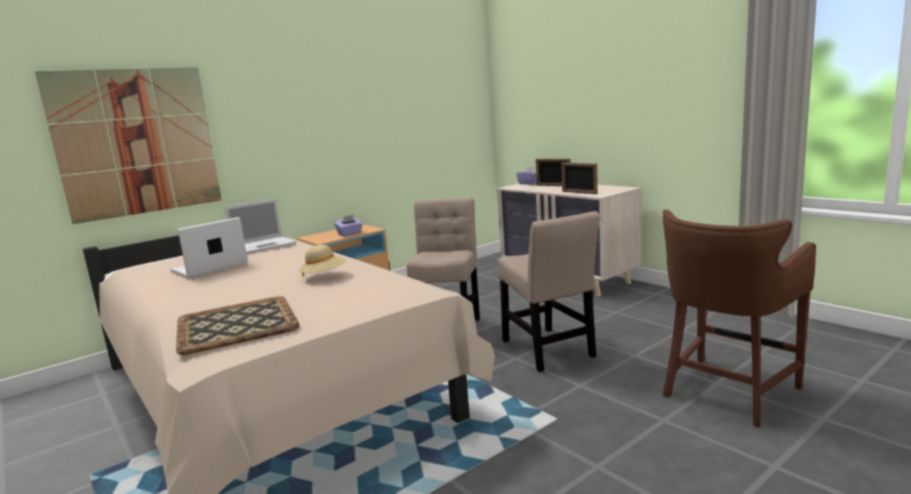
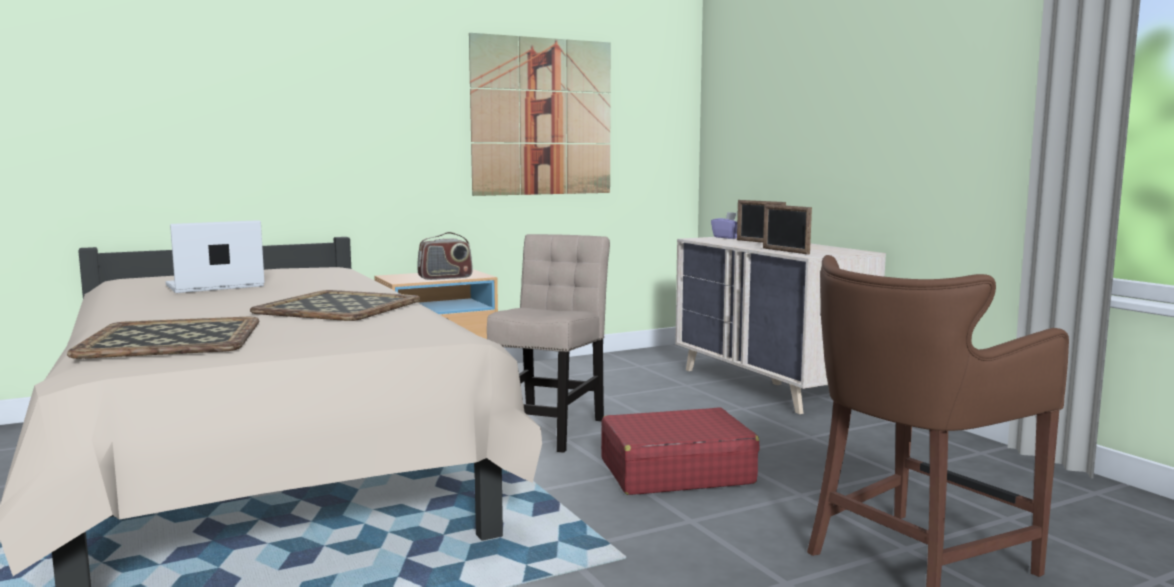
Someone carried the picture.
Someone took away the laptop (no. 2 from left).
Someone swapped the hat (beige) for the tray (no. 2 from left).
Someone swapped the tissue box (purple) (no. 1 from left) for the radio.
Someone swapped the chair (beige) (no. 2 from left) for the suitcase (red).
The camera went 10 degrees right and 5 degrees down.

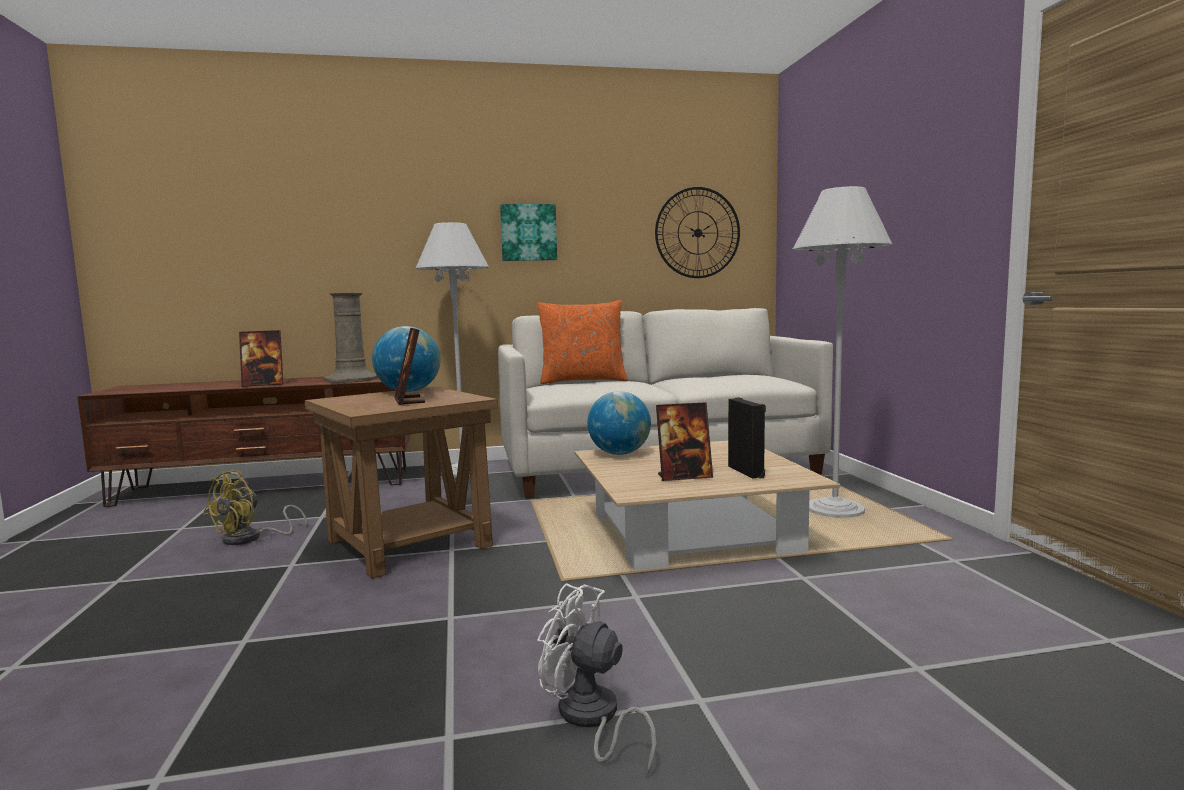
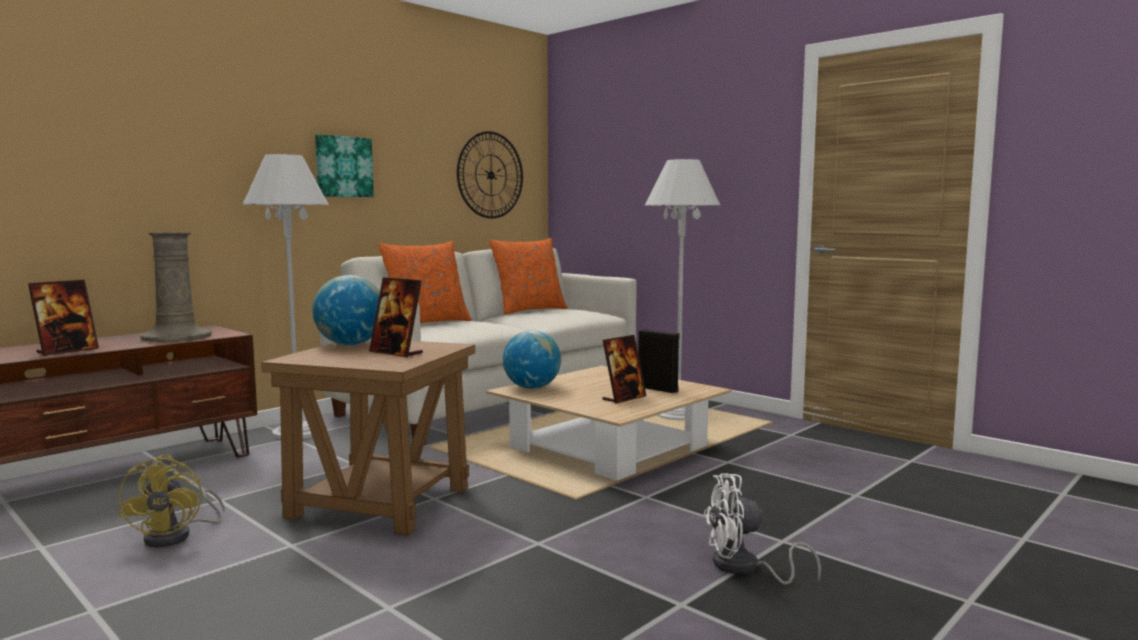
Someone put down the pillow (orange) (no. 2 from left).
The camera went 35 degrees left and 0 degrees up.

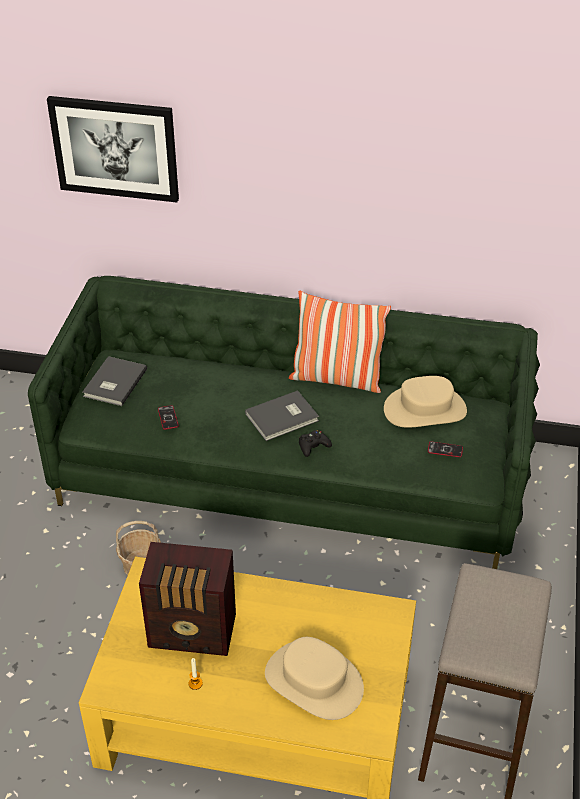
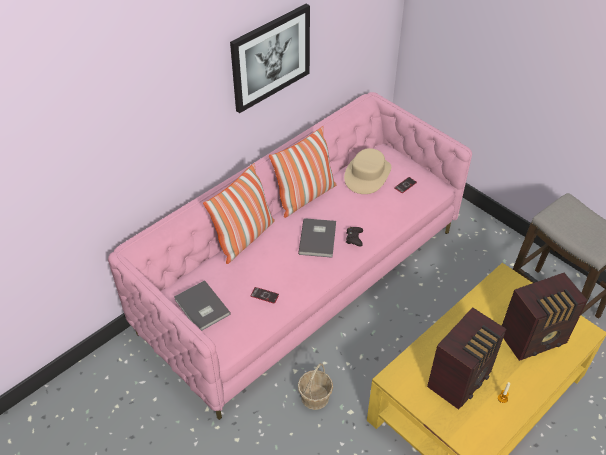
Someone repainted the sofa (green), which became the sofa (pink).
Someone carried the picture.
Someone swapped the hat (beige) (no. 1 from left) for the radio (no. 2 from left).
Someone put down the pillow (no. 1 from left).
The camera went 55 degrees left and 5 degrees up.

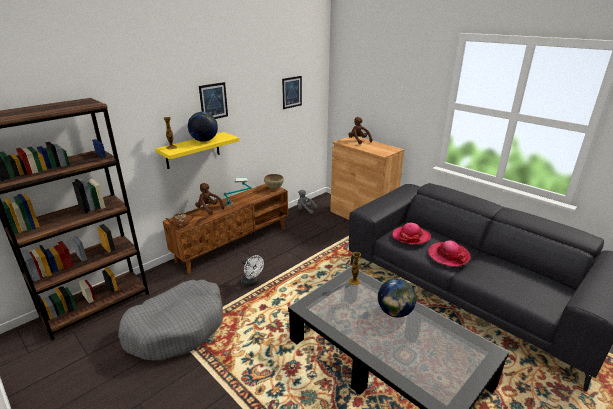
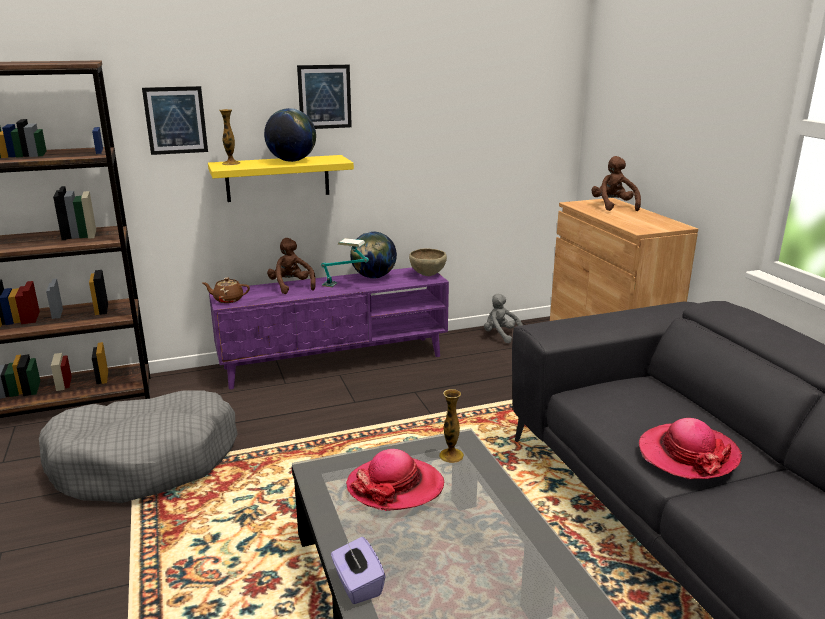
Someone repainted the tv stand (brown), which became the tv stand (purple).
Someone took away the fan (white).
Someone carried the picture (no. 2 from left in the first image).
Someone carried the globe (no. 2 from left).
Someone carried the hat (no. 1 from left).
Someone put down the tissue box (purple).
The camera went 25 degrees right and 5 degrees down.

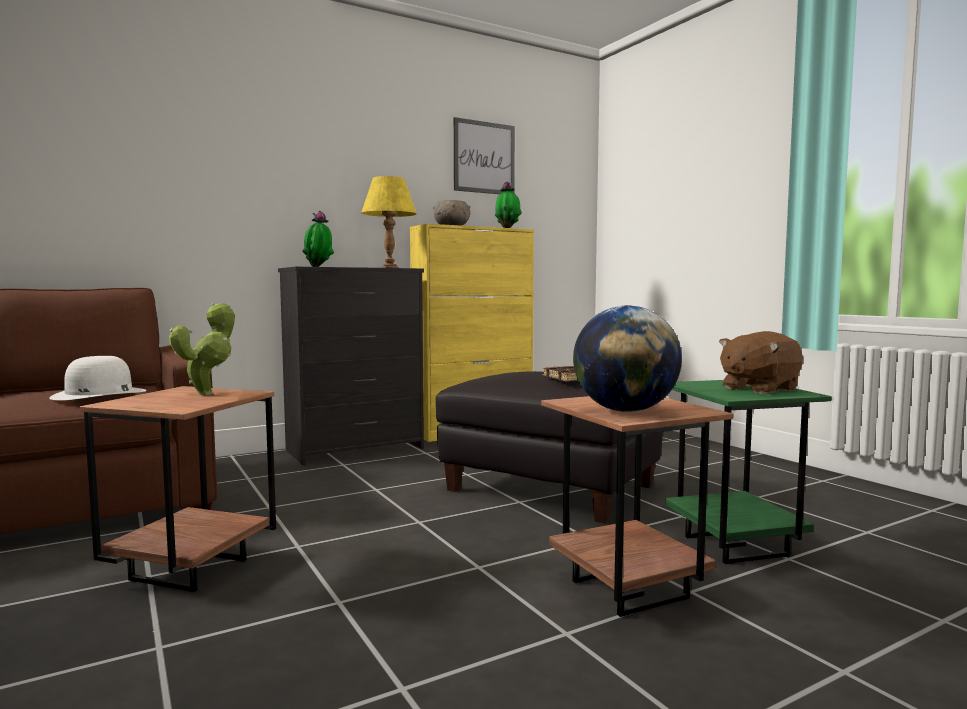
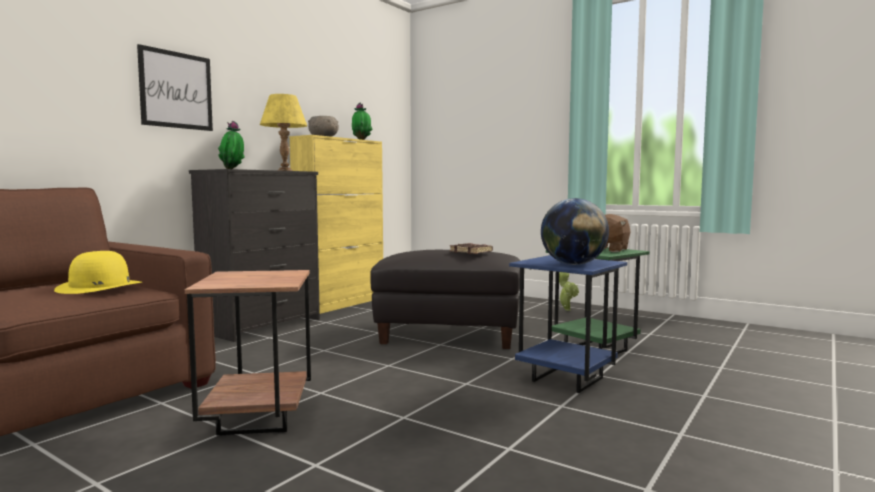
Someone repainted the hat (white), which became the hat (yellow).
Someone carried the potted plant (no. 1 from left in the first image).
Someone carried the picture.
Someone repainted the side table (brown) (no. 2 from left), which became the side table (blue).
The camera went 25 degrees left and 0 degrees up.

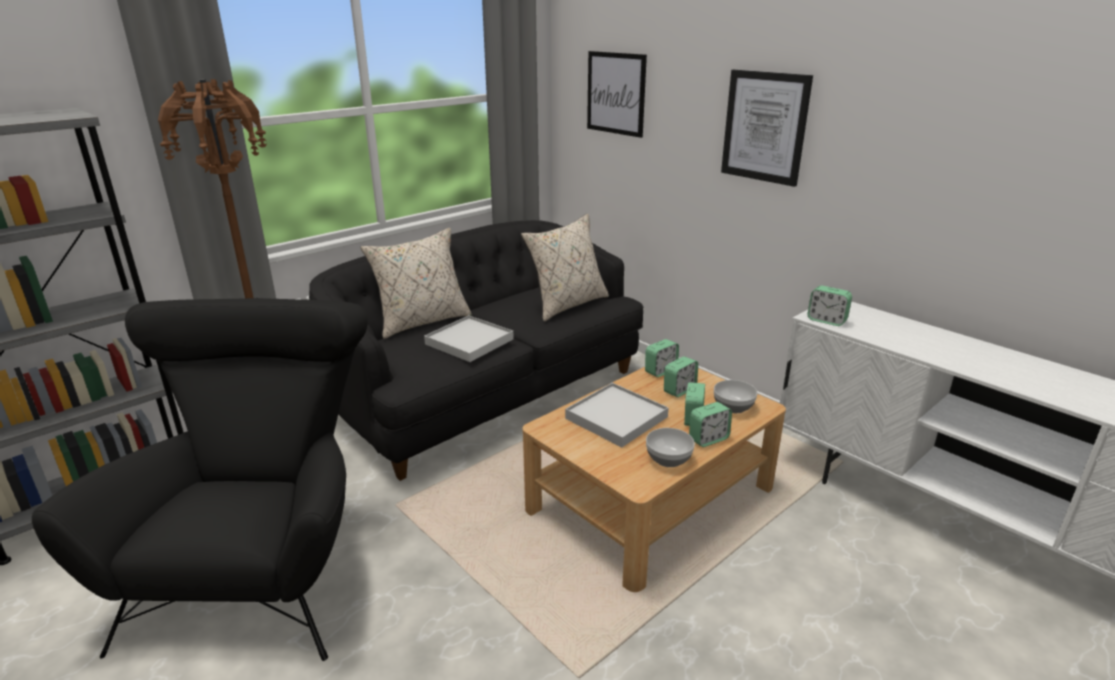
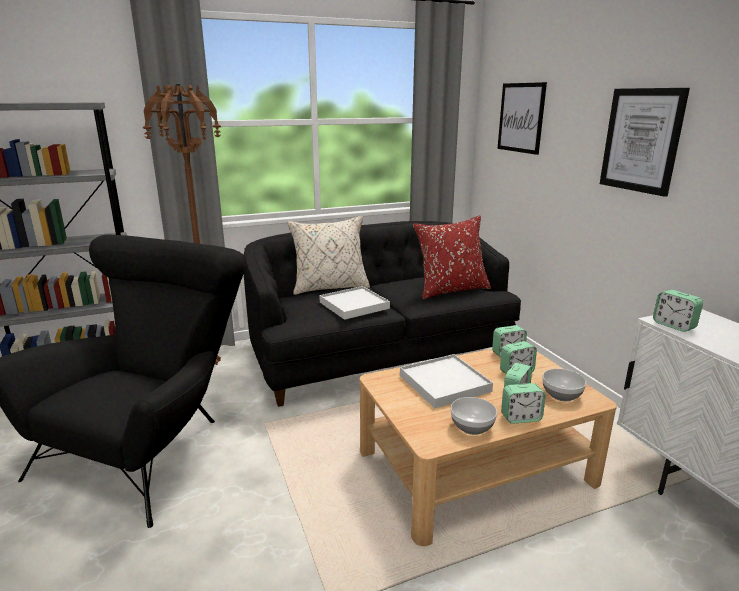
Someone repainted the pillow (beige) (no. 2 from left), which became the pillow (red).
The camera went 20 degrees right and 5 degrees down.

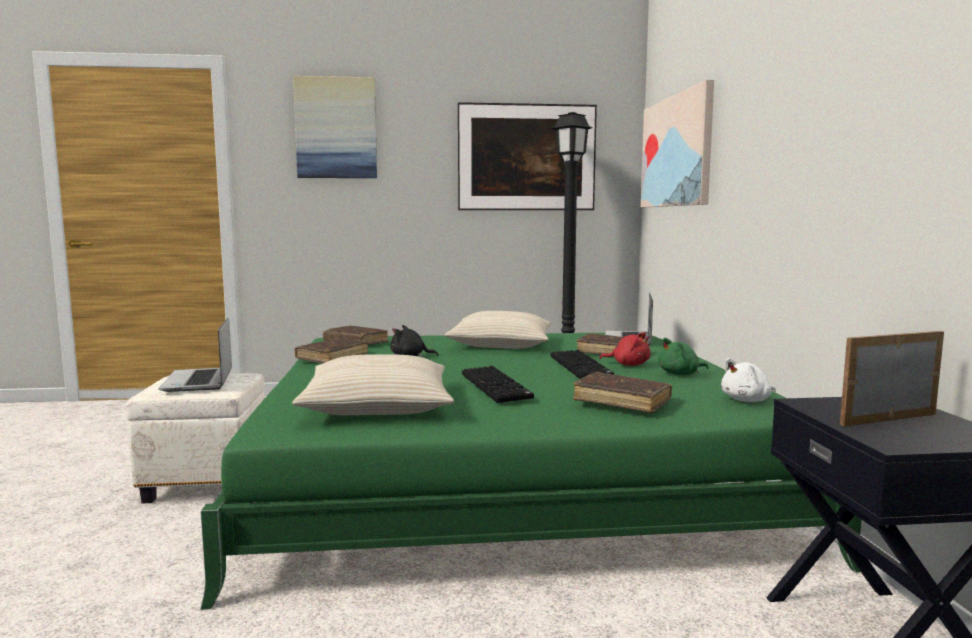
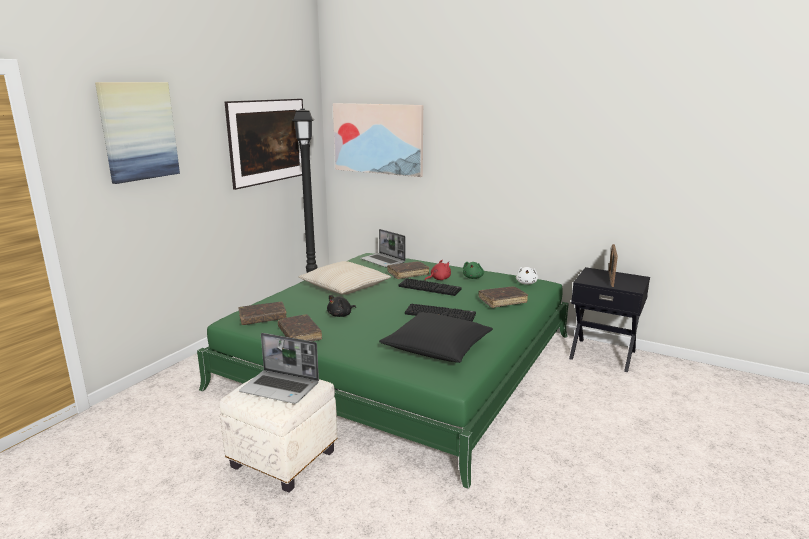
Someone repainted the pillow (beige) (no. 1 from left), which became the pillow (black).
The camera went 55 degrees left and 10 degrees up.

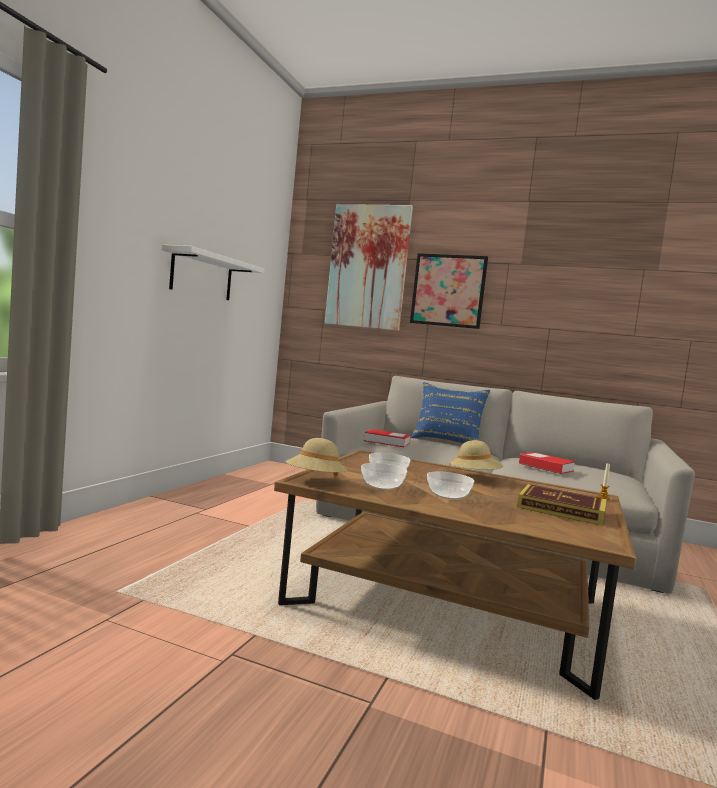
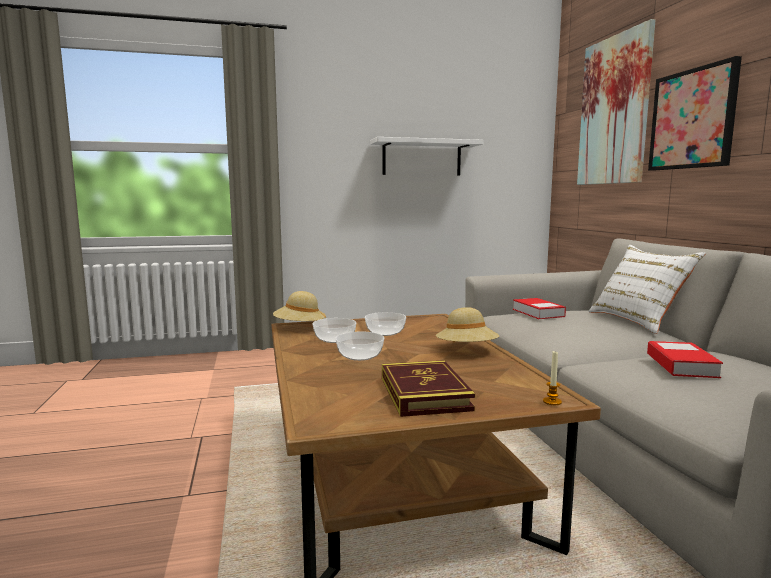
Someone repainted the pillow (blue), which became the pillow (white).
The camera went 55 degrees right and 5 degrees up.

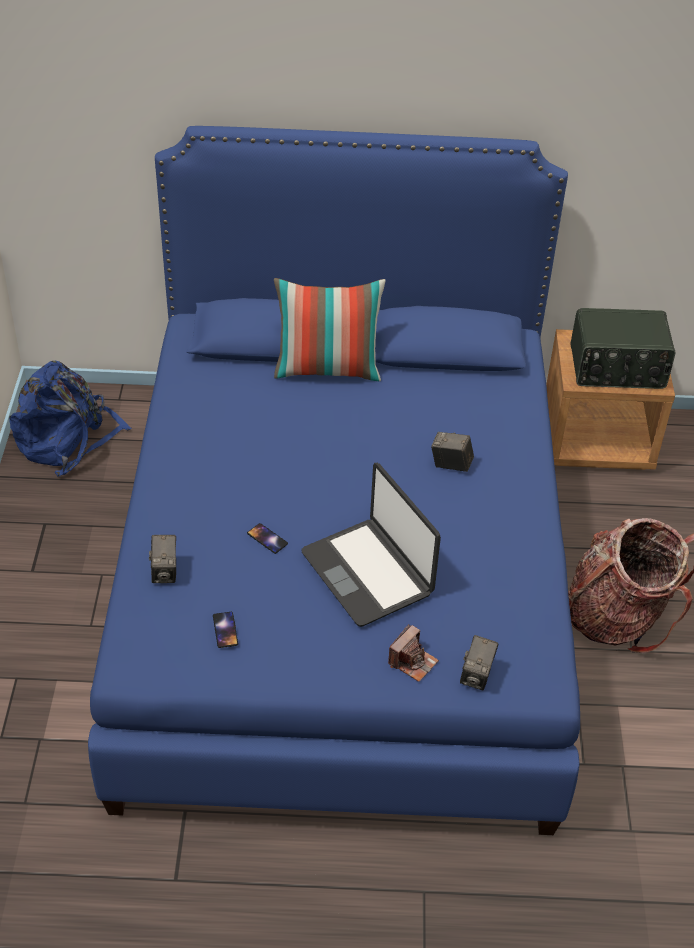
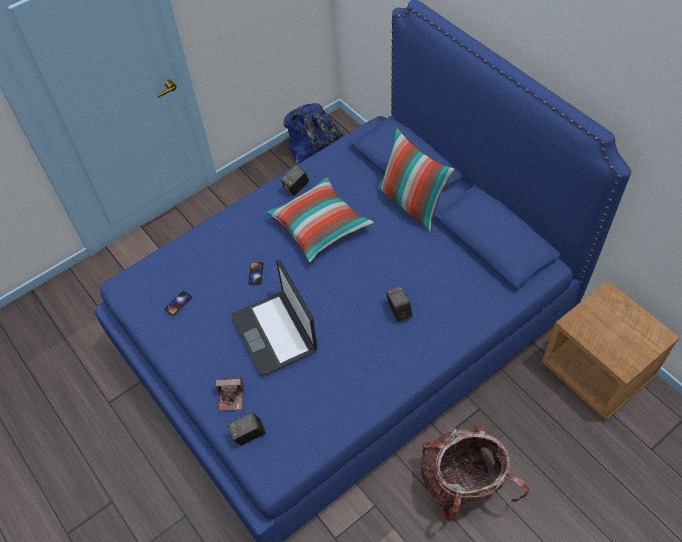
Someone carried the photo camera (no. 1 from left in the first image).
Someone rotated the laptop by 45 degrees counterclockwise.
Someone took away the radio.
Someone put down the pillow (no. 1 from left).
The camera went 55 degrees right and 10 degrees up.

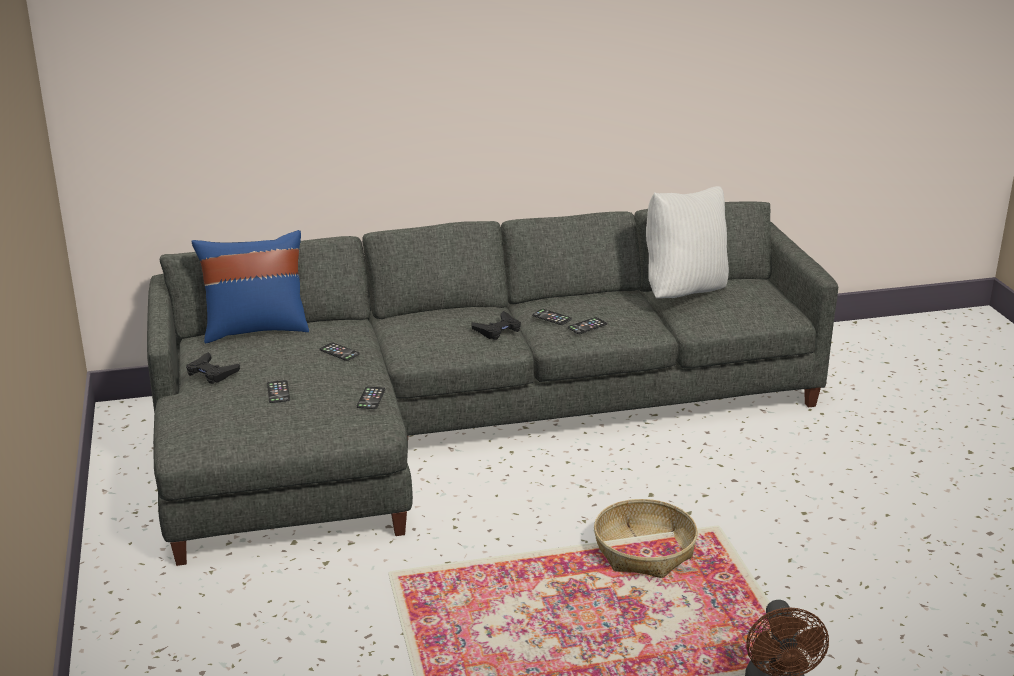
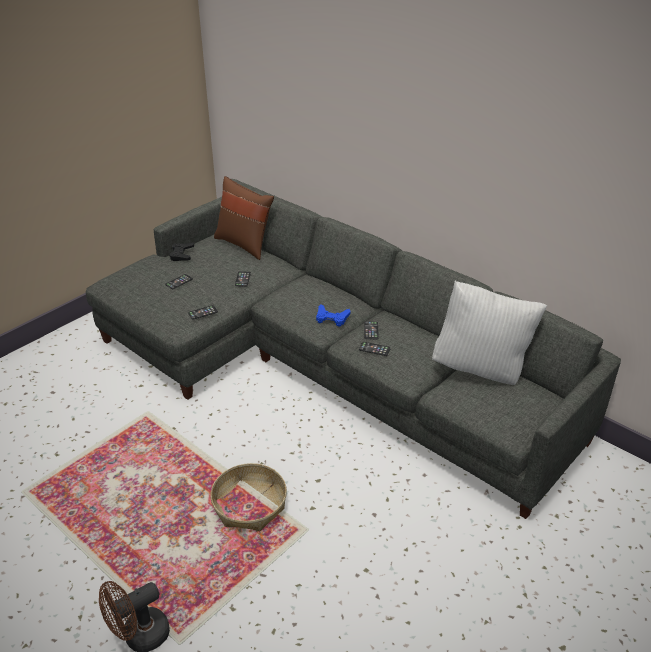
Someone repainted the pillow (blue), which became the pillow (brown).
Someone repainted the game controller (black) (no. 2 from left), which became the game controller (blue).
The camera went 55 degrees right and 10 degrees up.

